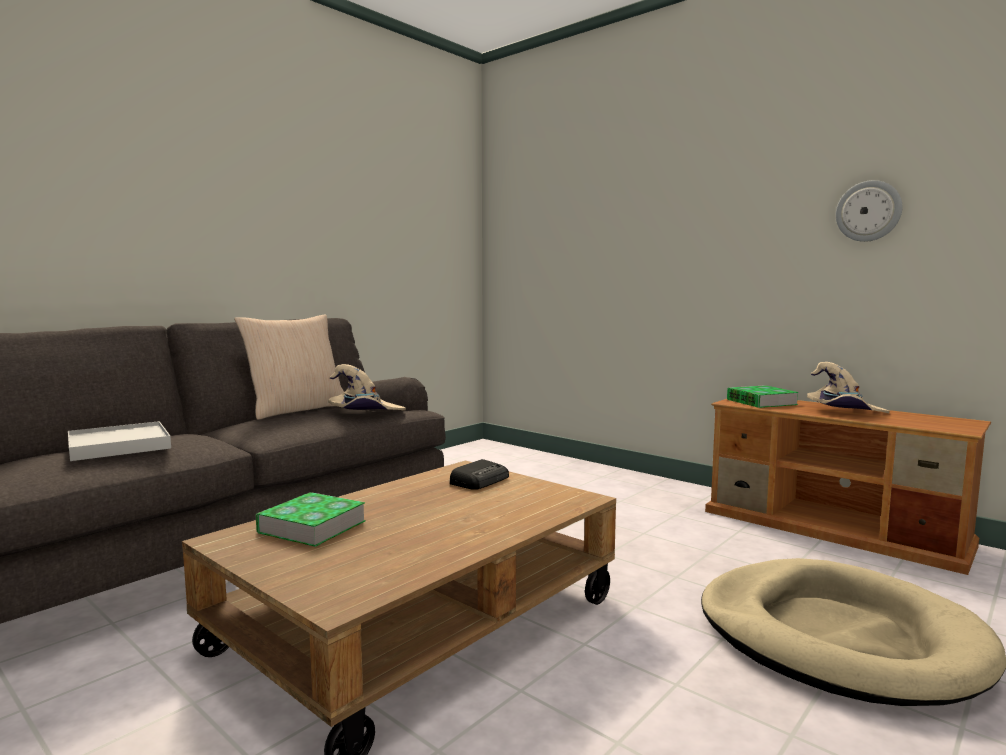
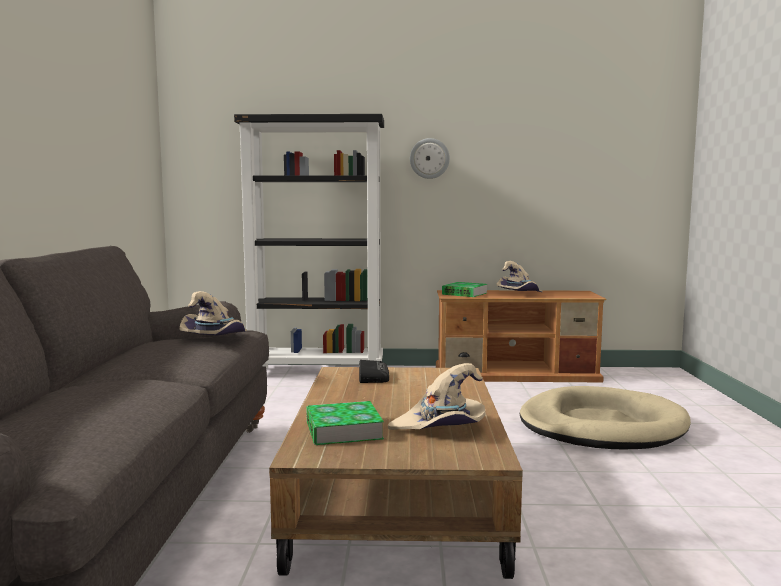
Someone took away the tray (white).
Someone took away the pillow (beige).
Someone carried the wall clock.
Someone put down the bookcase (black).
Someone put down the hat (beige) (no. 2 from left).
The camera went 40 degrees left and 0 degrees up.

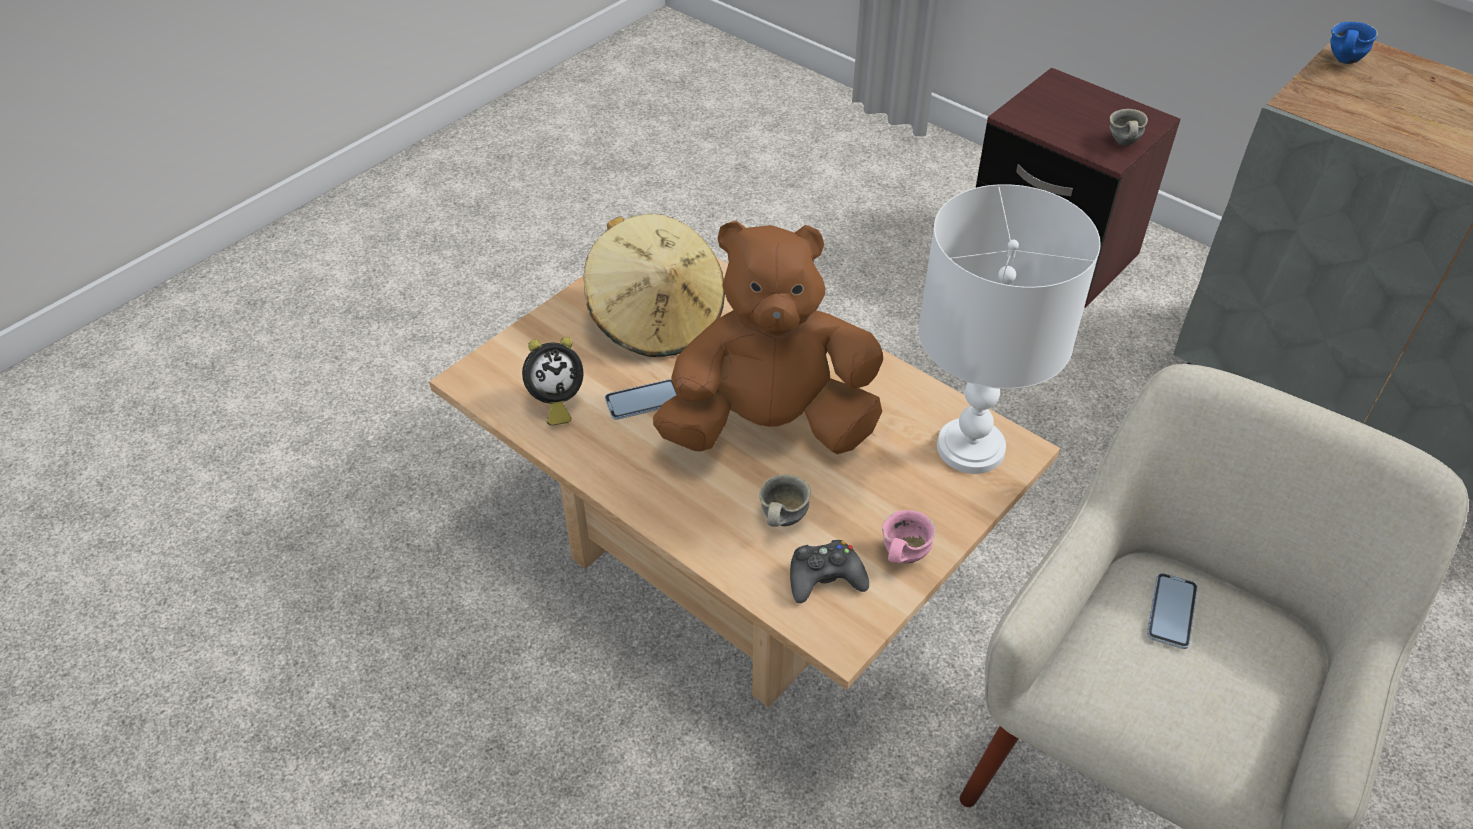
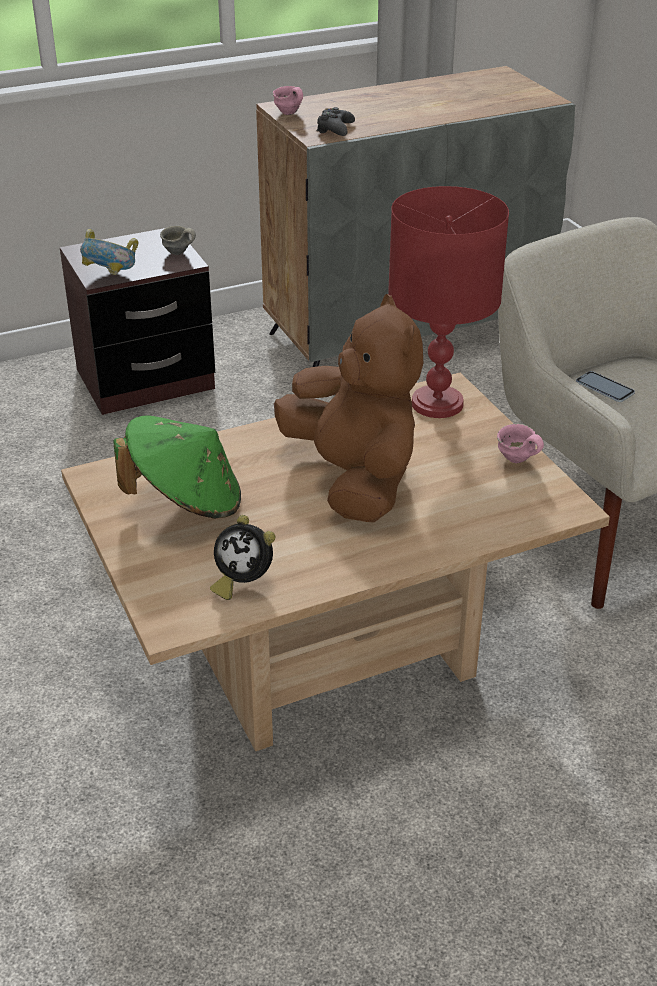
Someone rotated the alarm clock by 120 degrees clockwise.
Someone repainted the hat (beige), which became the hat (green).
Someone took away the phone (no. 1 from left).
Someone rotated the plush toy (brown) by 135 degrees clockwise.
Someone took away the mug (grey) (no. 1 from left).
Someone carried the game controller (black).
Someone repainted the table lamp (white), which became the table lamp (red).
Someone repainted the mug (blue), which became the mug (pink) (no. 1 from left).
Someone put down the bowl.
The camera went 65 degrees left and 10 degrees down.

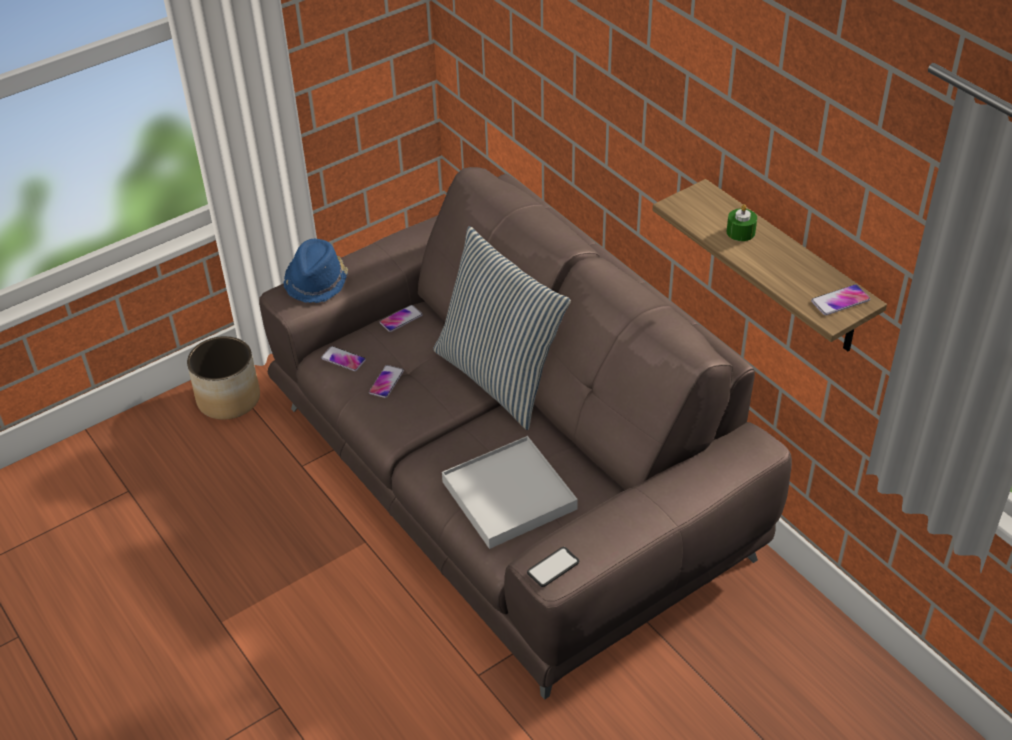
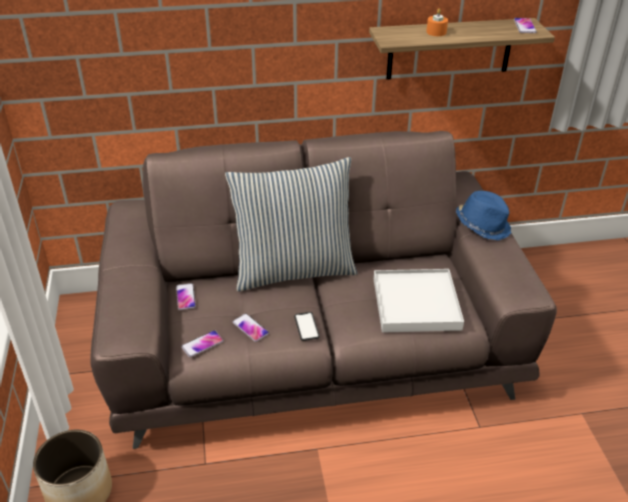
Someone carried the hat (blue).
Someone carried the phone (no. 4 from left).
Someone repainted the candle (green), which became the candle (orange).
The camera went 65 degrees left and 5 degrees down.

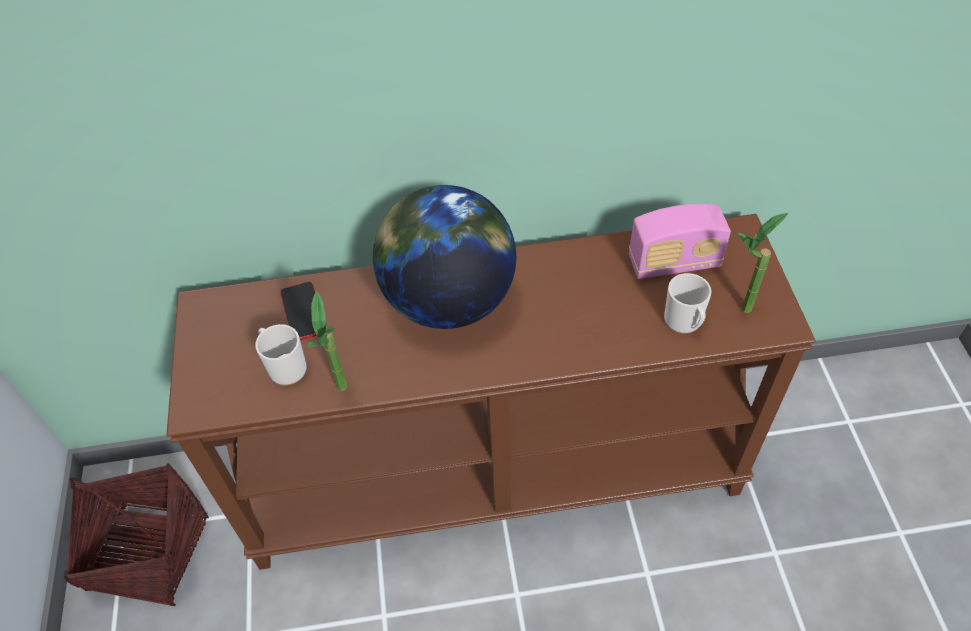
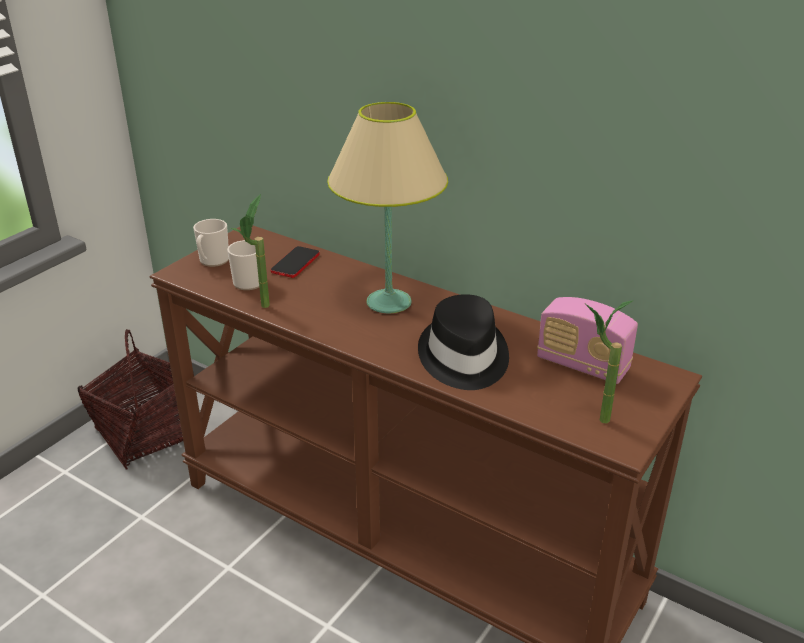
Someone swapped the globe for the table lamp (beige).
Someone carried the mug (no. 2 from left in the first image).
Someone put down the hat (black).
The camera went 40 degrees right and 20 degrees down.

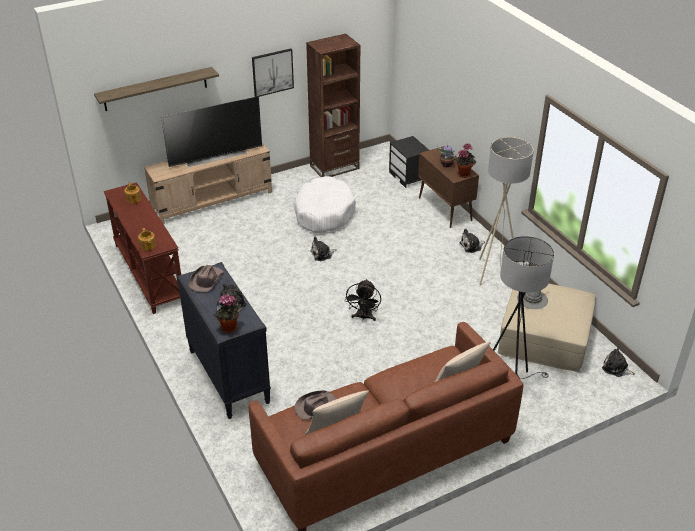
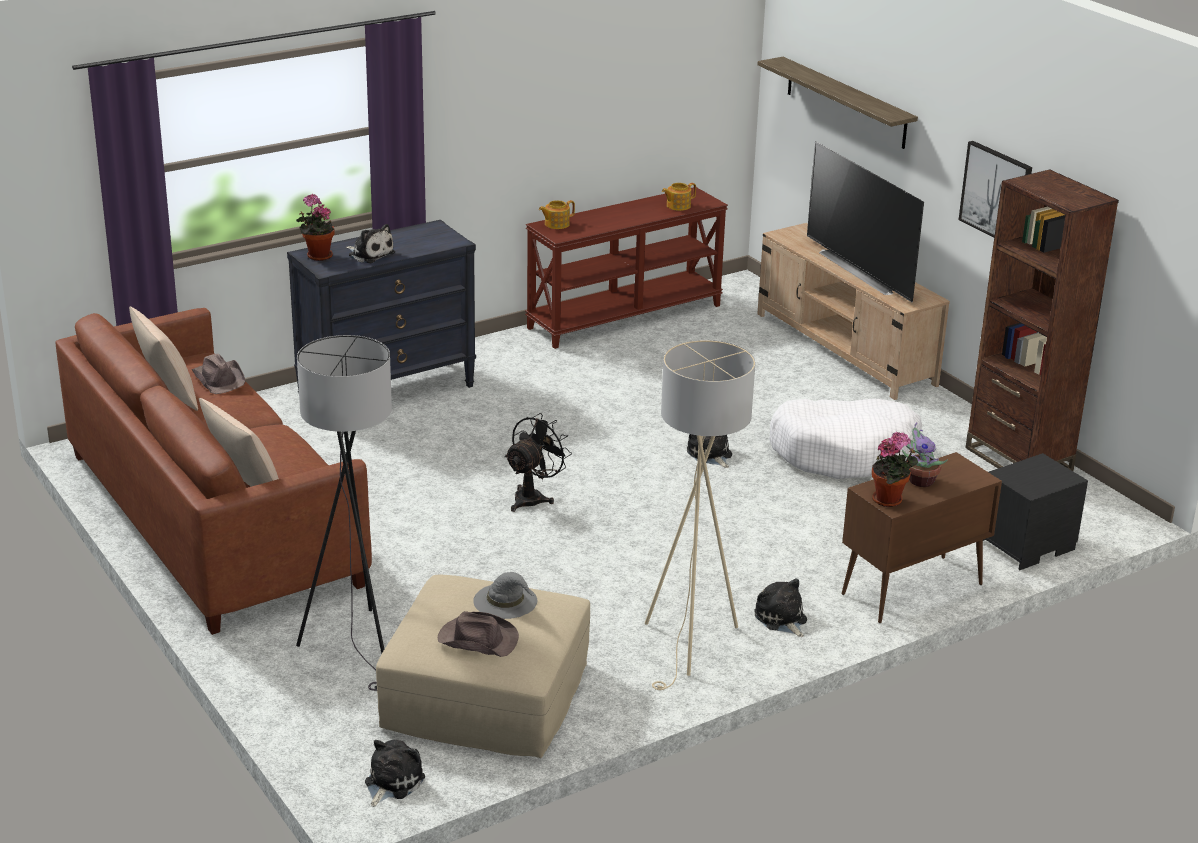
Someone carried the hat (brown) (no. 1 from left in the first image).
Someone rotated the fan (black) by 120 degrees clockwise.
The camera went 85 degrees right and 10 degrees down.

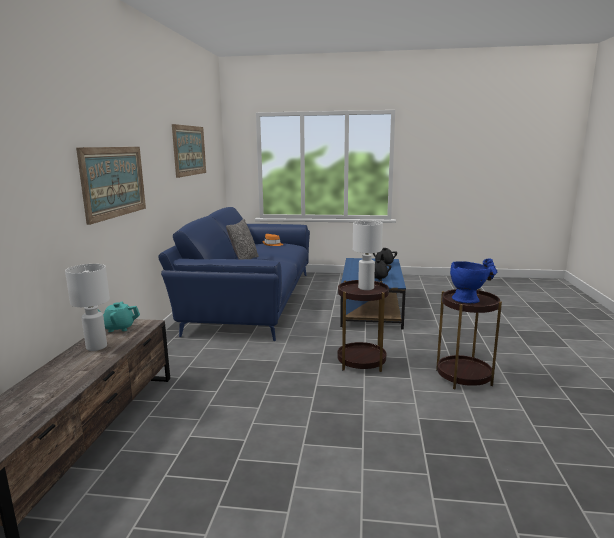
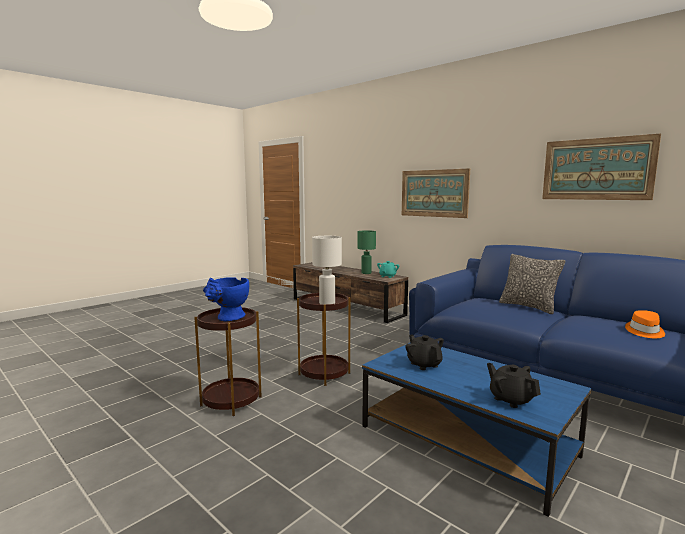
Someone repainted the table lamp (white) (no. 1 from left), which became the table lamp (green).
The camera went 125 degrees right and 5 degrees down.

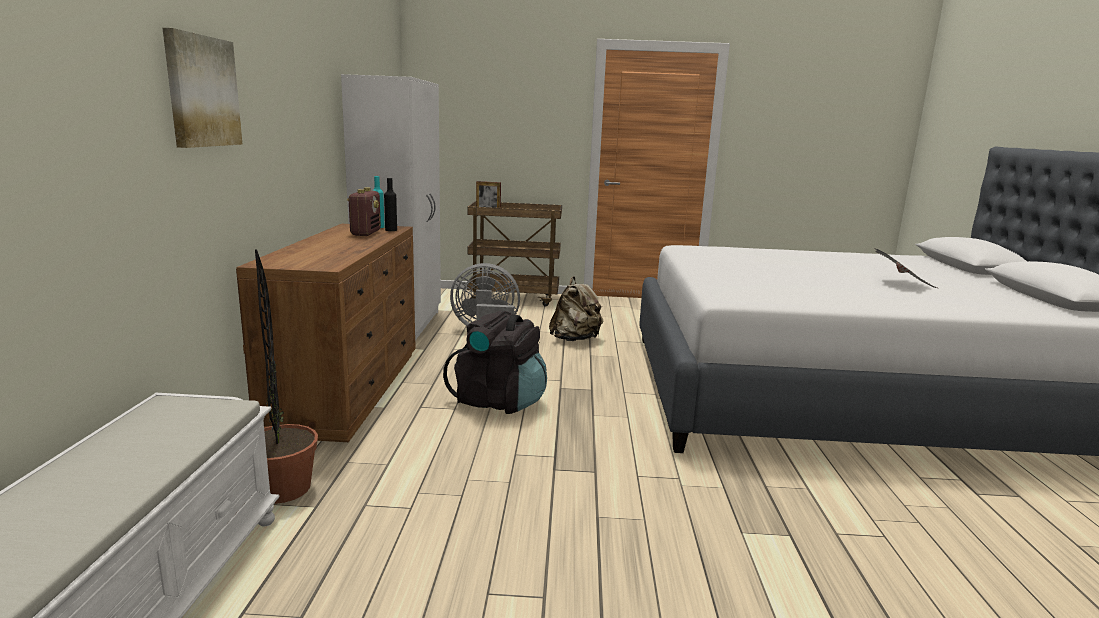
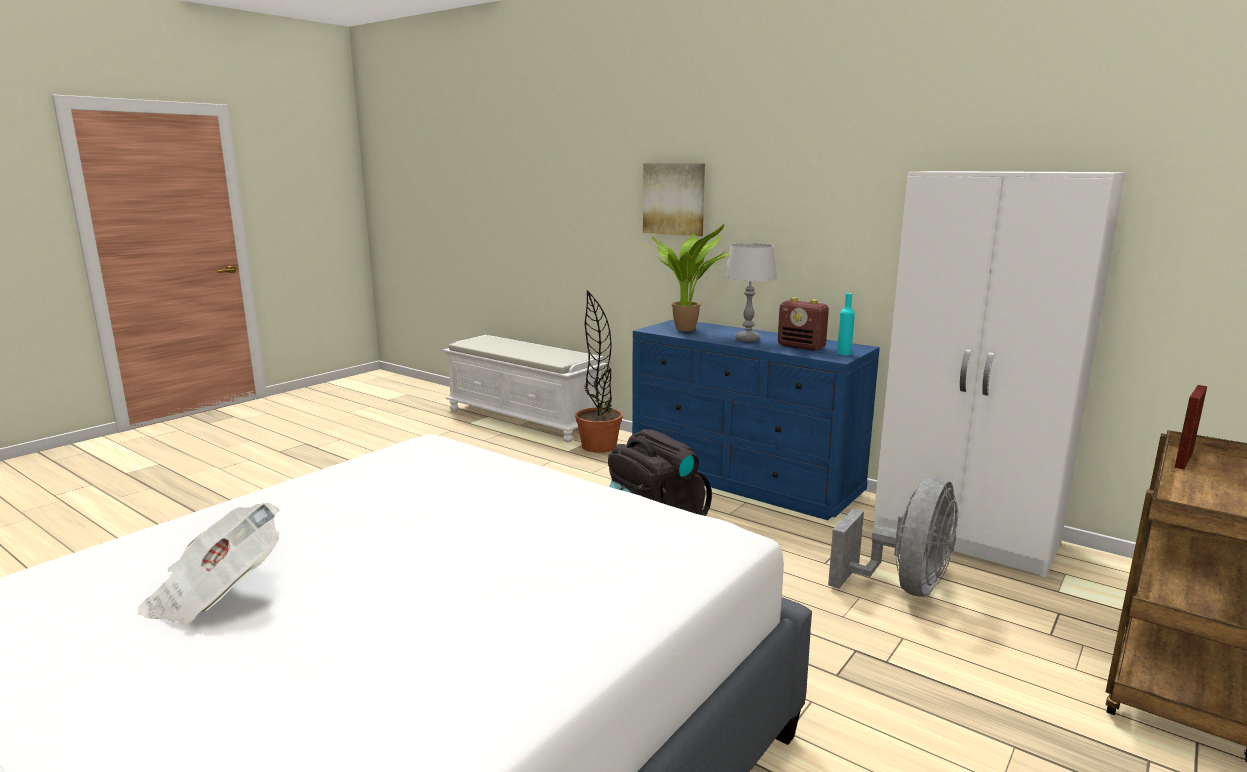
Someone repainted the dresser (brown), which became the dresser (blue).
Someone took away the bottle (black).
Someone took away the backpack (beige).
Someone put down the potted plant (no. 2 from left).
Someone put down the table lamp (grey).
The camera went 125 degrees right and 0 degrees up.

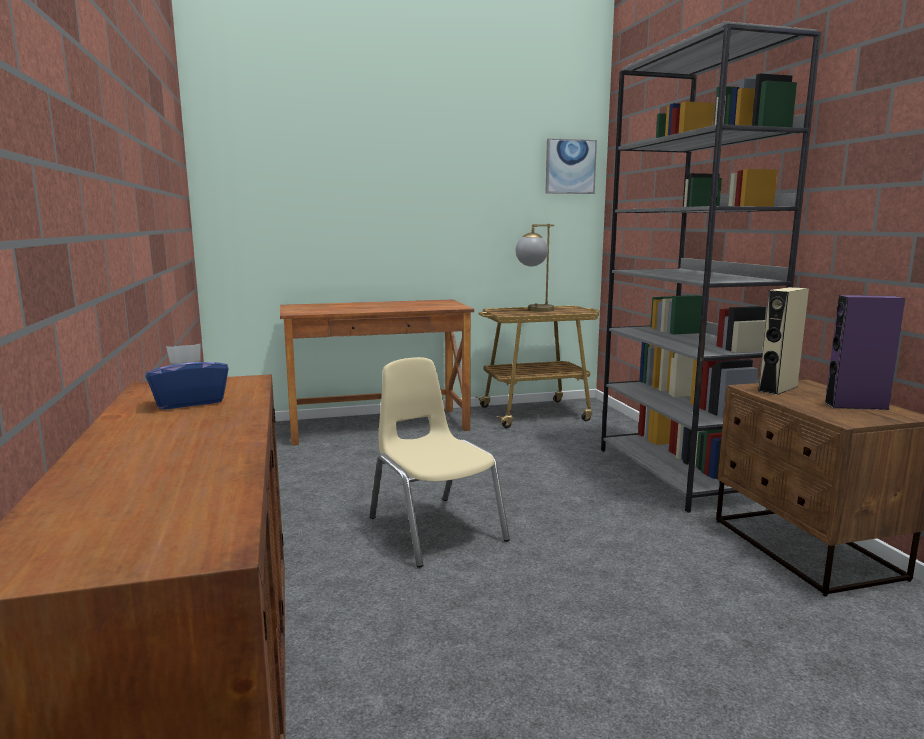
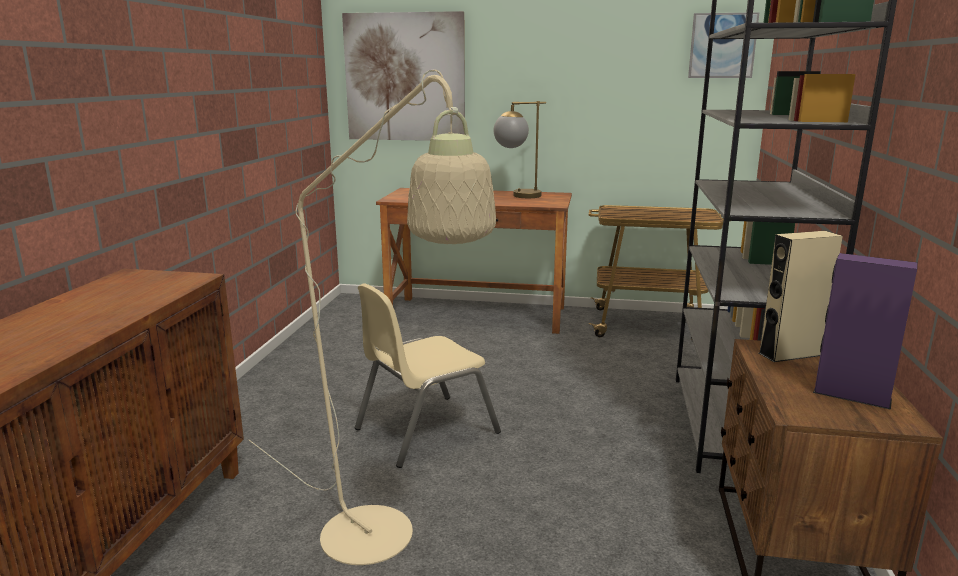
Someone took away the tissue box (blue).
Someone rotated the chair (beige) by 120 degrees counterclockwise.
Someone carried the table lamp.
Someone put down the floor lamp (beige).
Someone put up the picture (no. 1 from left).
The camera went 25 degrees right and 5 degrees up.

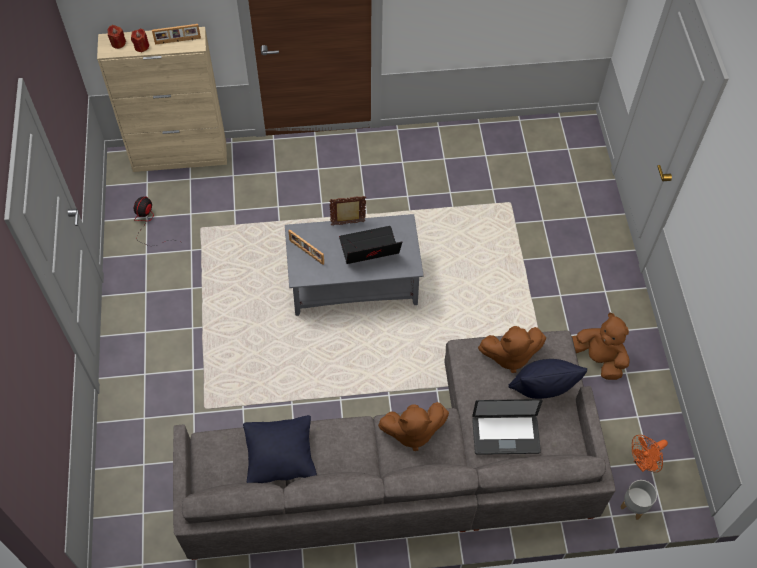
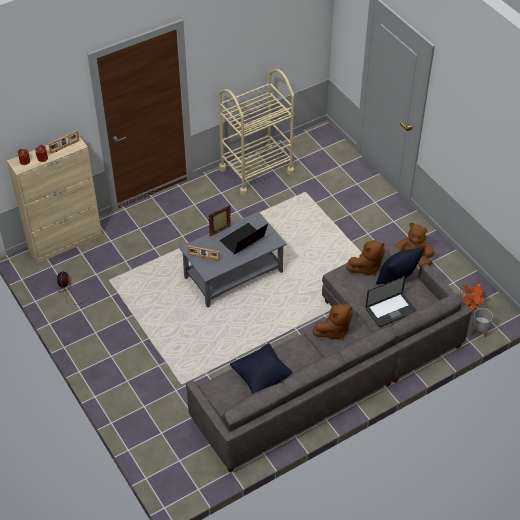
Someone put down the cart (beige).
The camera went 25 degrees left and 10 degrees down.

